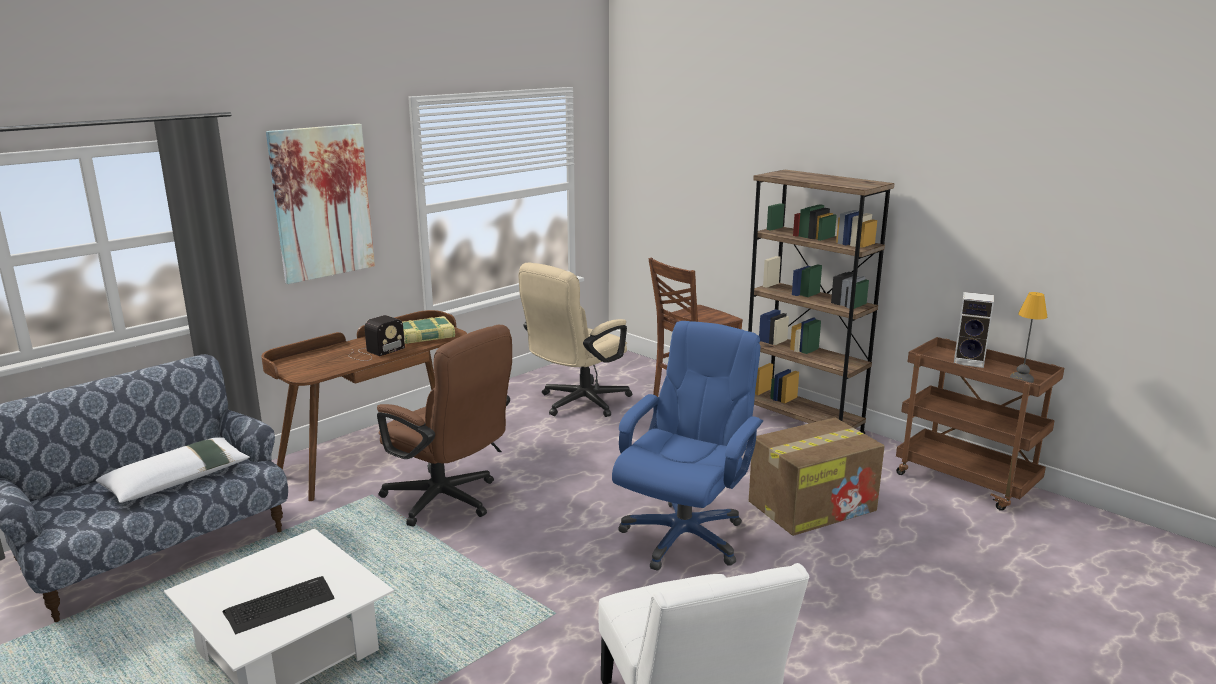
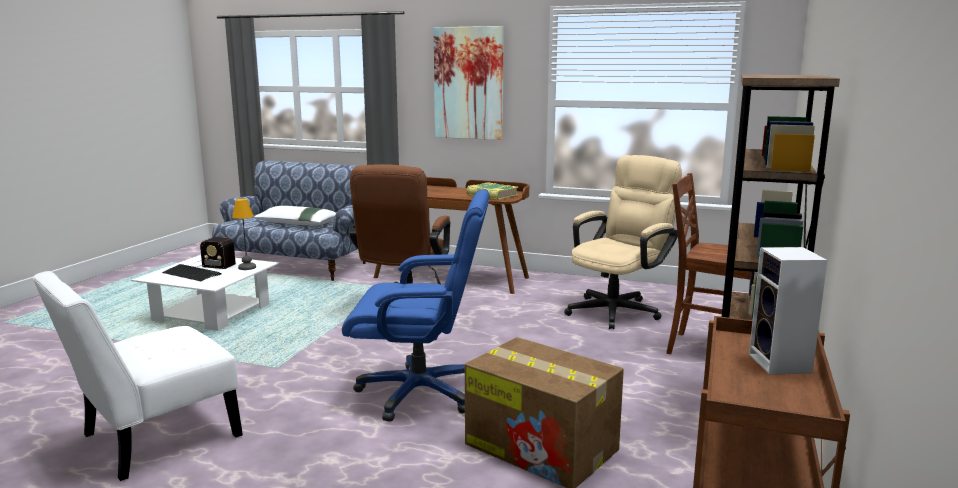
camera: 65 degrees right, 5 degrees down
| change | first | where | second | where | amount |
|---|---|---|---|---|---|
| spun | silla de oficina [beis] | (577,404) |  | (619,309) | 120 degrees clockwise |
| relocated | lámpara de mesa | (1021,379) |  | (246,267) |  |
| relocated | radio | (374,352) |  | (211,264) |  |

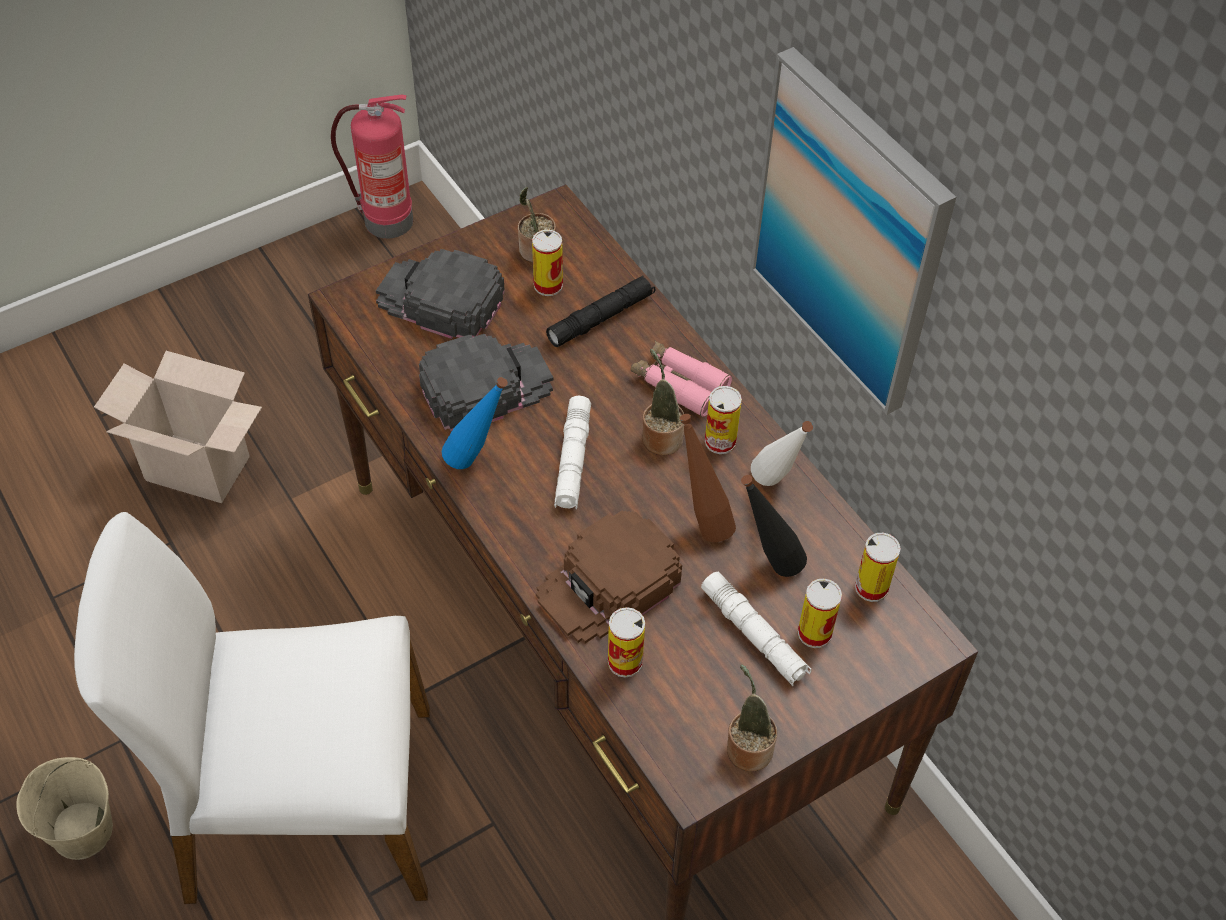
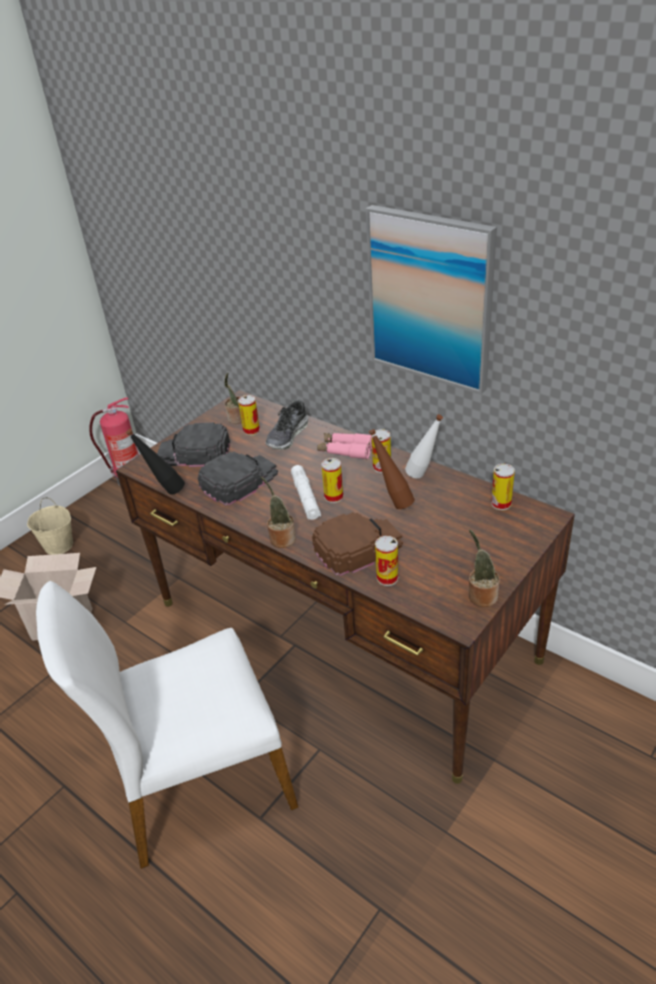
camera: 15 degrees left, 15 degrees down
| change | first | where | second | where | amount |
|---|---|---|---|---|---|
| exchanged | linterna [negro] | (601,318) | zapato | (288,436) |  |
| relocated | planta en maceta | (660,437) |  | (281,538) |  |
| missing | botella [azul] | (477,462) |  |  |  |
| relocated | botella [negro] | (767,564) |  | (165,492) |  |
| spun | gorra [marrón] | (608,585) |  | (357,546) | 150 degrees counterclockwise |
| missing | linterna [blanco] | (754,634) |  |  |  |
| relocated | lata | (814,633) |  | (333,497) |  |
| relocated | cubo [beis] | (83,831) |  | (59,545) |  |

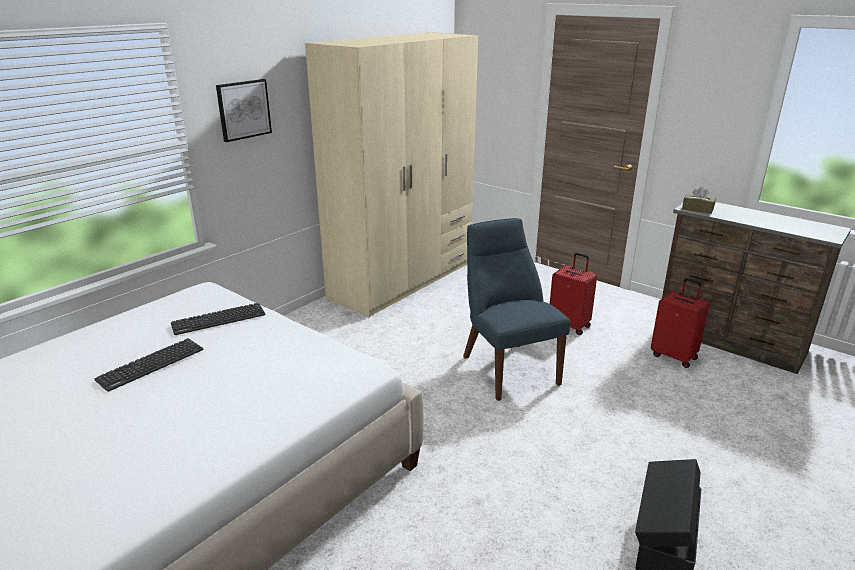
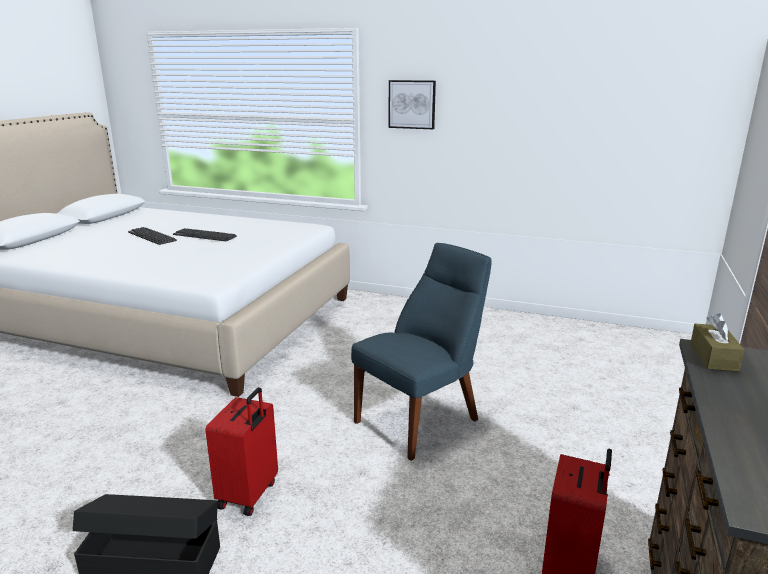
camera: 70 degrees right, 5 degrees down
| change | first | where | second | where | amount |
|---|---|---|---|---|---|
| missing | armario ropero [beis] | (403,280) |  |  |  |
| relocated | maleta [rojo] | (570,325) |  | (249,495) |  |
| relocated | teclado | (219,319) |  | (151,236) |  |

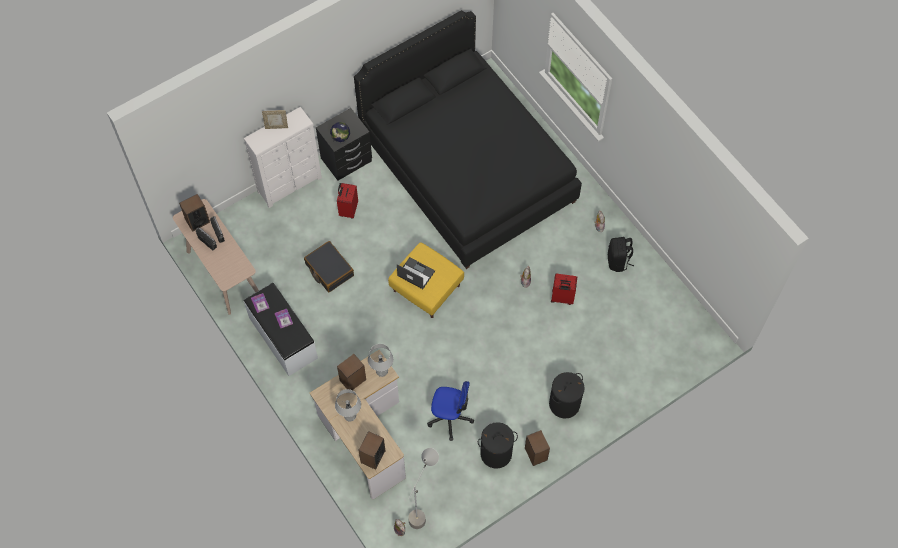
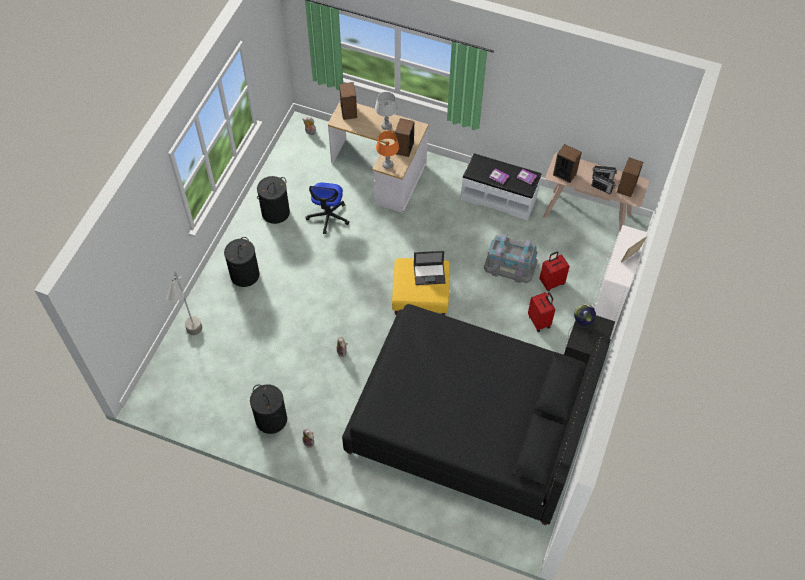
camera: 145 degrees right, 5 degrees down
| change | first | where | second | where | amount |
|---|---|---|---|---|---|
| exchanged | mochila [negro] | (618,261) | cesto de la ropa [negro] | (271,419) |  |
| exchanged | maleta [negro] | (329,270) | caja de almacenaje [gris] | (510,265) |  |
| relocated | maleta [rojo] | (562,298) |  | (551,282) |  |
| colour | lámpara de mesa [gris] | (382,371) | lámpara de mesa [naranja] | (387,165) |  |
| spun | silla de oficina | (450,417) |  | (328,217) | 60 degrees counterclockwise |
| relocated | altavoz | (535,454) |  | (564,174) |  |
| relocated | lámpara de pie [gris] | (423,508) |  | (194,339) |  |

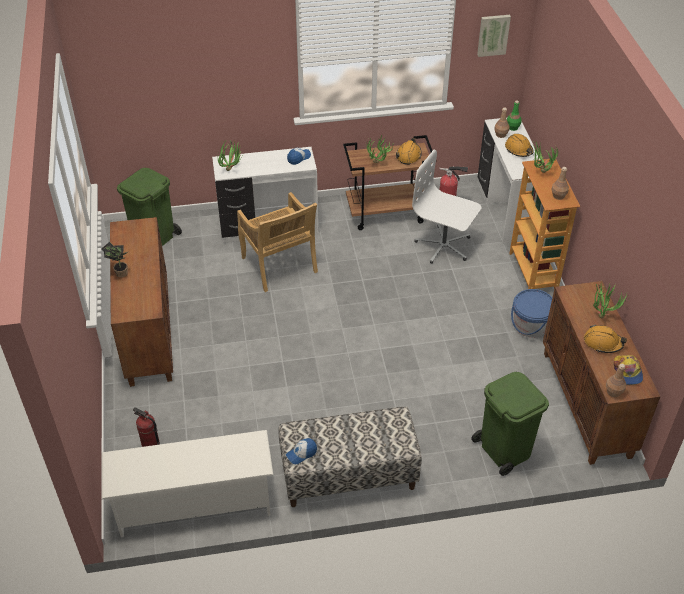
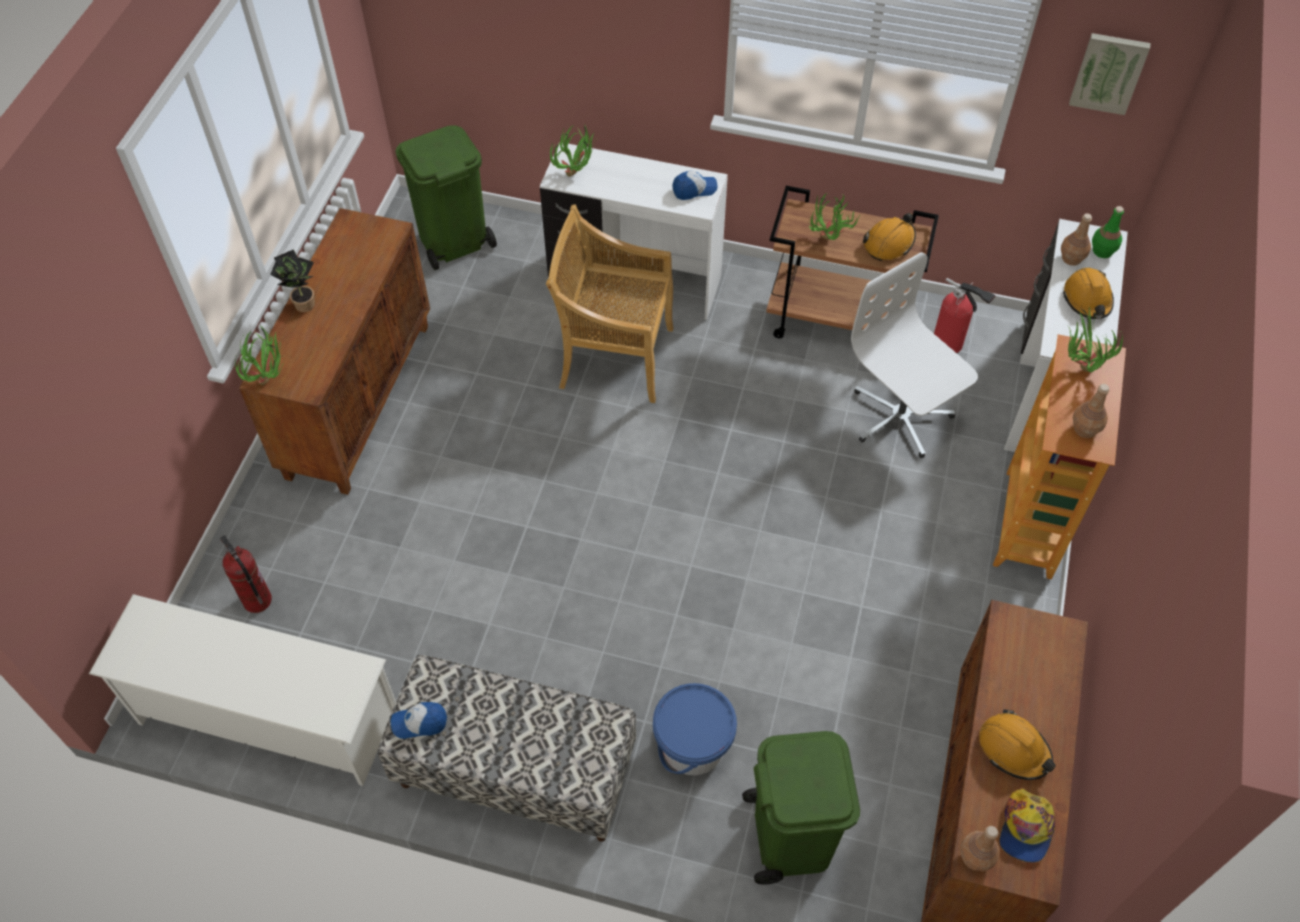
camera: 25 degrees right, 10 degrees up
| change | first | where | second | where | amount |
|---|---|---|---|---|---|
| spun | silla [beis] | (279,266) |  | (614,357) | 105 degrees clockwise |
| relocated | planta en maceta | (602,314) |  | (271,379) |  |
| relocated | cubo [azul] | (530,326) |  | (692,746) |  |

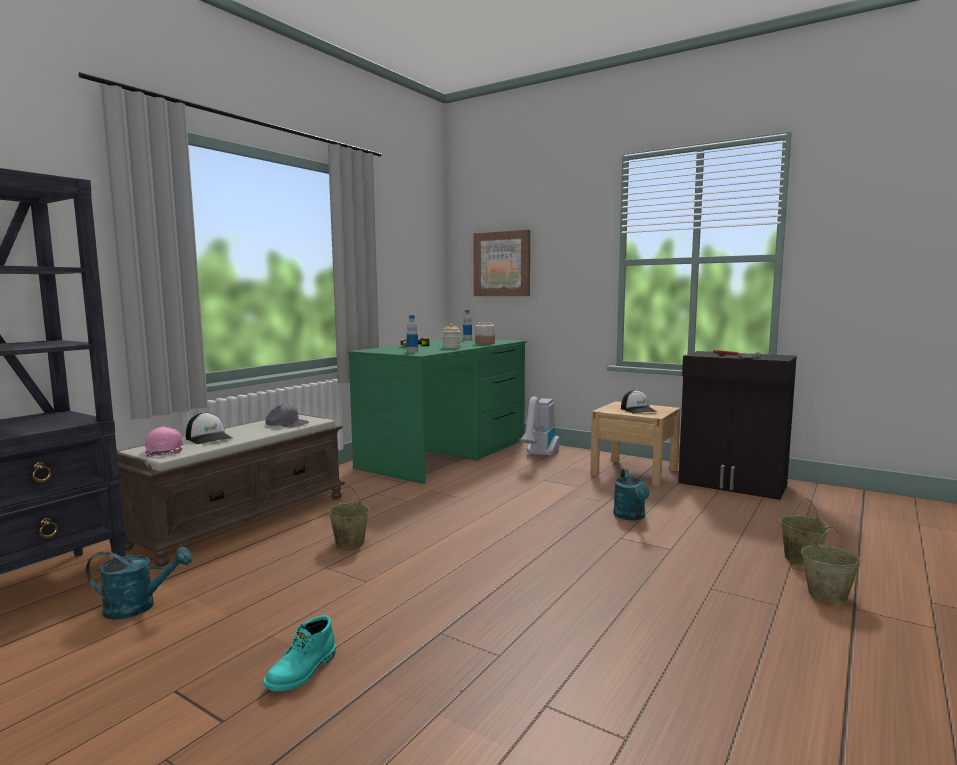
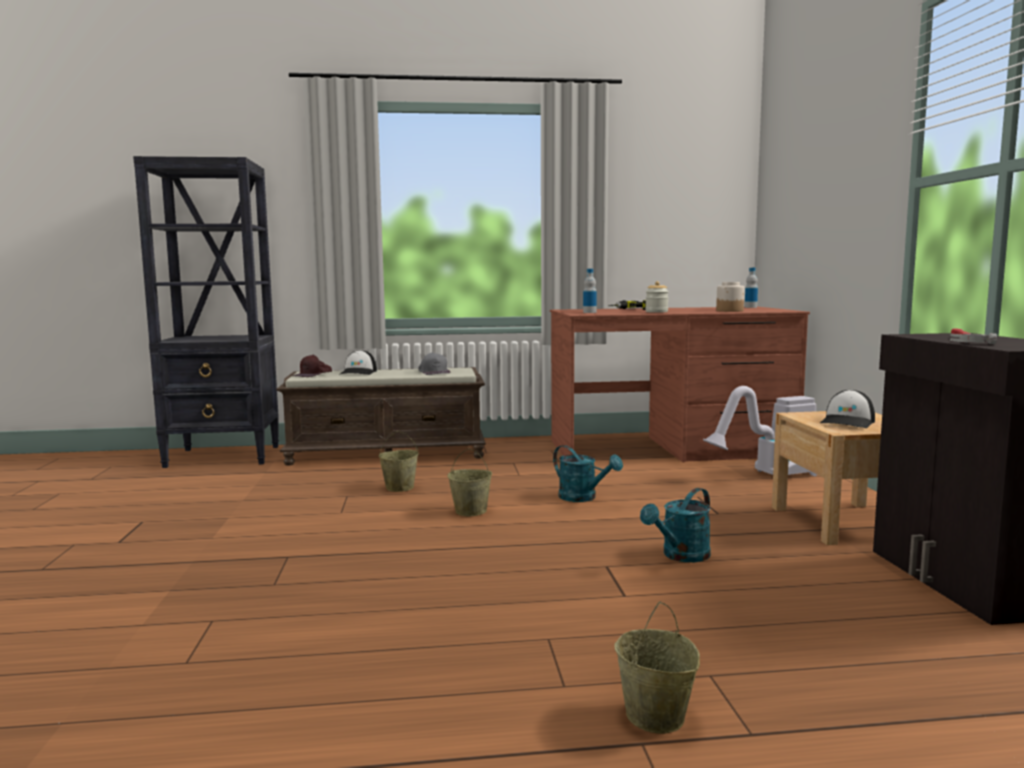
camera: 50 degrees right, 0 degrees up
| change | first | where | second | where | amount |
|---|---|---|---|---|---|
| missing | cuadro | (502,264) |  |  |  |
| colour | escritorio [verde] | (446,453) | escritorio [marrón] | (670,449) |  |
| colour | gorra [rosa] | (165,450) | gorra [marrón] | (313,375) |  |
| relocated | cubo [beis] | (800,558) |  | (471,511) |  |
| relocated | regadera [turquesa] | (139,607) |  | (583,498) |  |
| missing | bota [turquesa] | (302,672) |  |  |  |

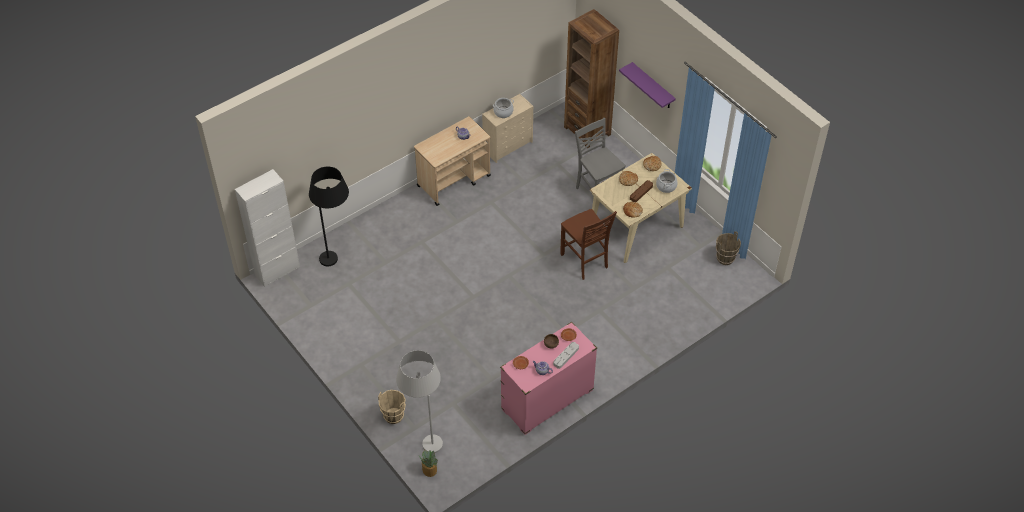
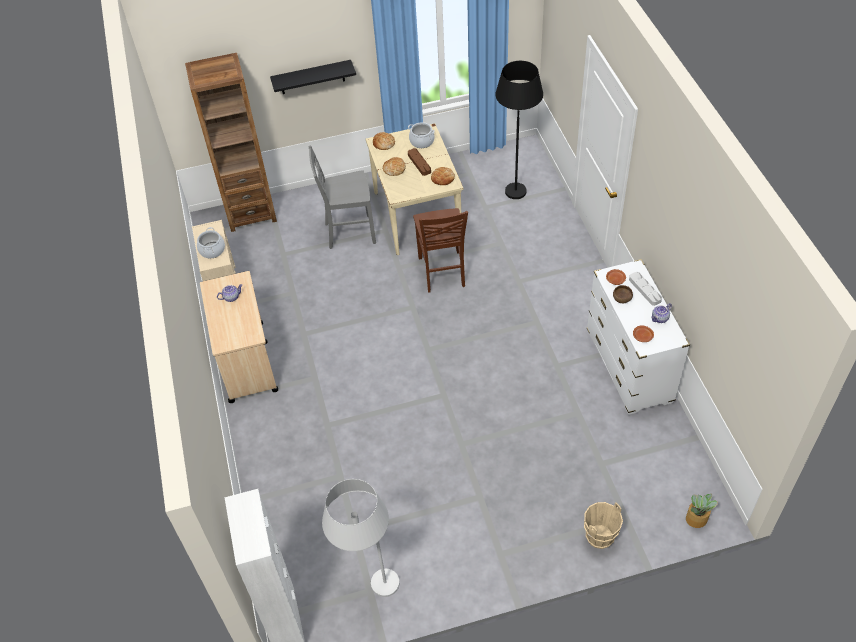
camera: 65 degrees left, 0 degrees up
| change | first | where | second | where | amount |
|---|---|---|---|---|---|
| colour | estante [morado] | (653,86) | estante [negro] | (312,77) |  |
| relocated | lámpara de pie [negro] | (338,257) |  | (516,183) |  |
| spun | silla [marrón] | (585,261) |  | (442,272) | 90 degrees clockwise |
| missing | cubo [marrón] | (725,258) |  |  |  |
| colour | cómoda [rosa] | (547,400) | cómoda [blanco] | (629,367) |  |
| relocated | lámpara de pie [blanco] | (424,438) |  | (371,591) |  |

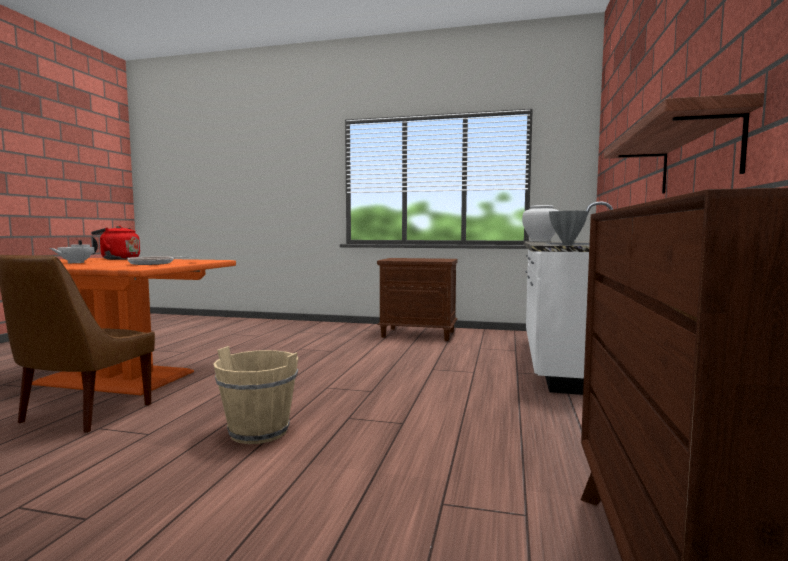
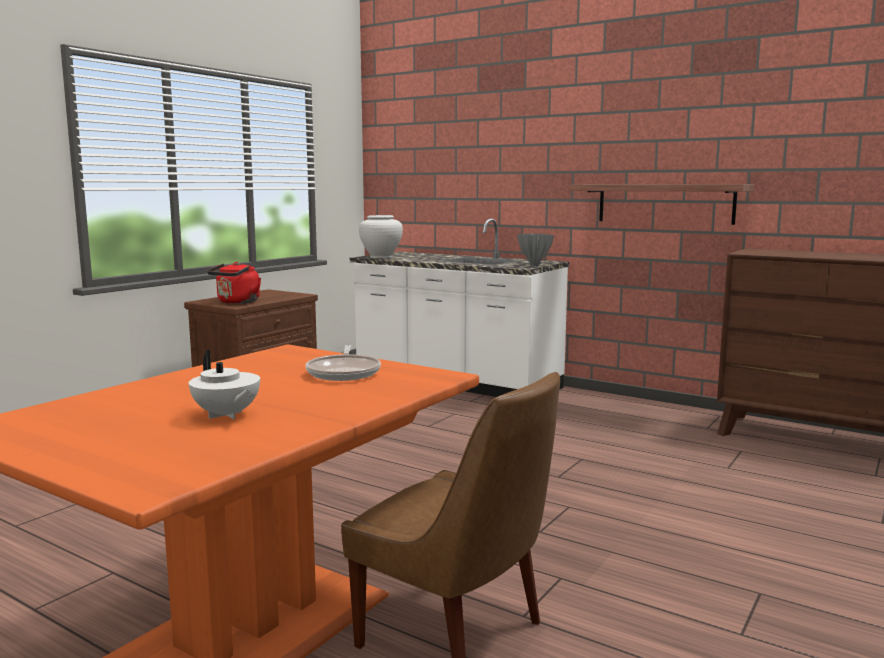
camera: 70 degrees left, 5 degrees up
| change | first | where | second | where | amount |
|---|---|---|---|---|---|
| relocated | hervidor [rojo] | (118,259) |  | (237,302) |  |
| missing | cubo [beis] | (258,432) |  |  |  |

